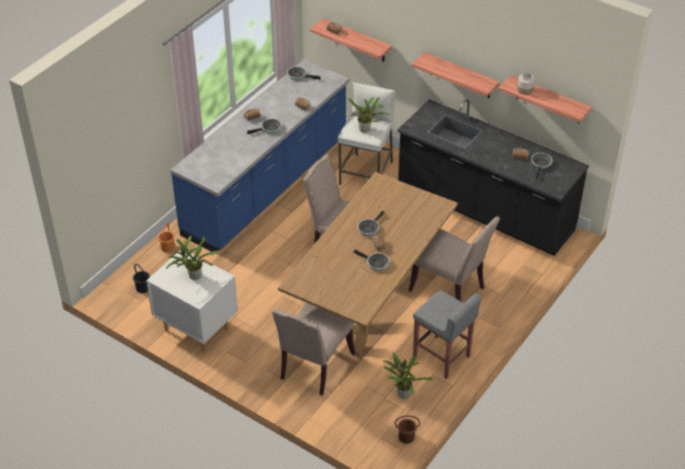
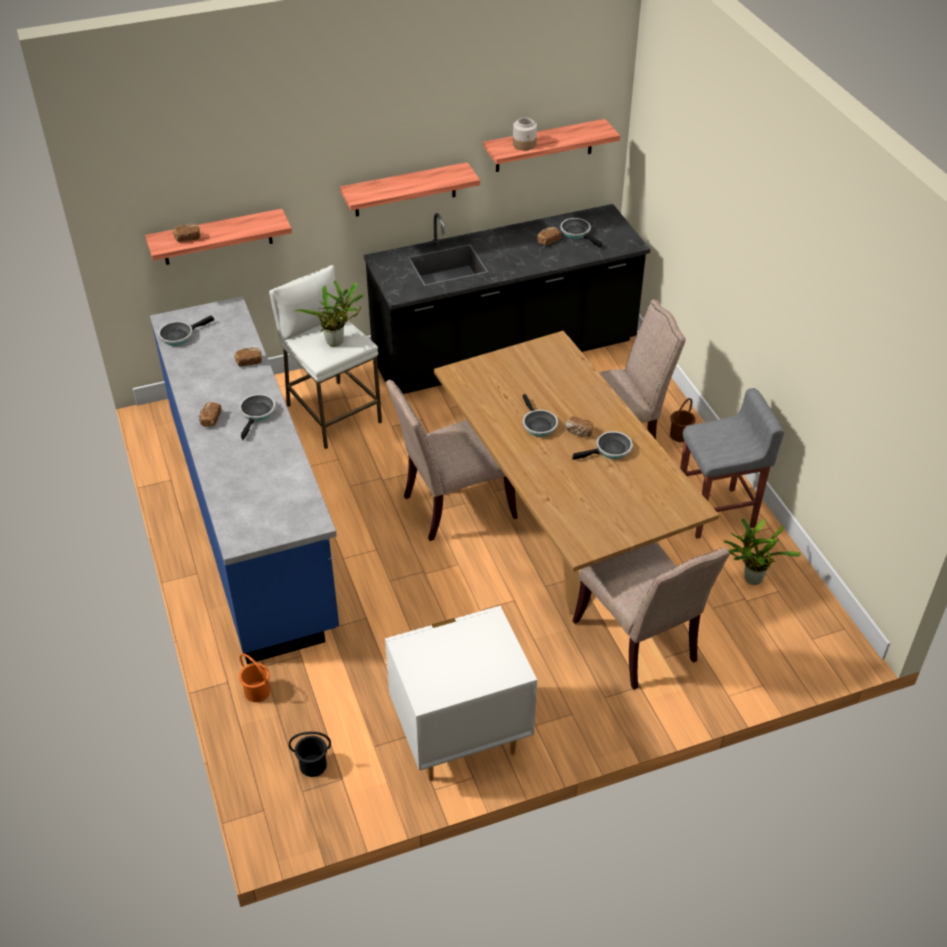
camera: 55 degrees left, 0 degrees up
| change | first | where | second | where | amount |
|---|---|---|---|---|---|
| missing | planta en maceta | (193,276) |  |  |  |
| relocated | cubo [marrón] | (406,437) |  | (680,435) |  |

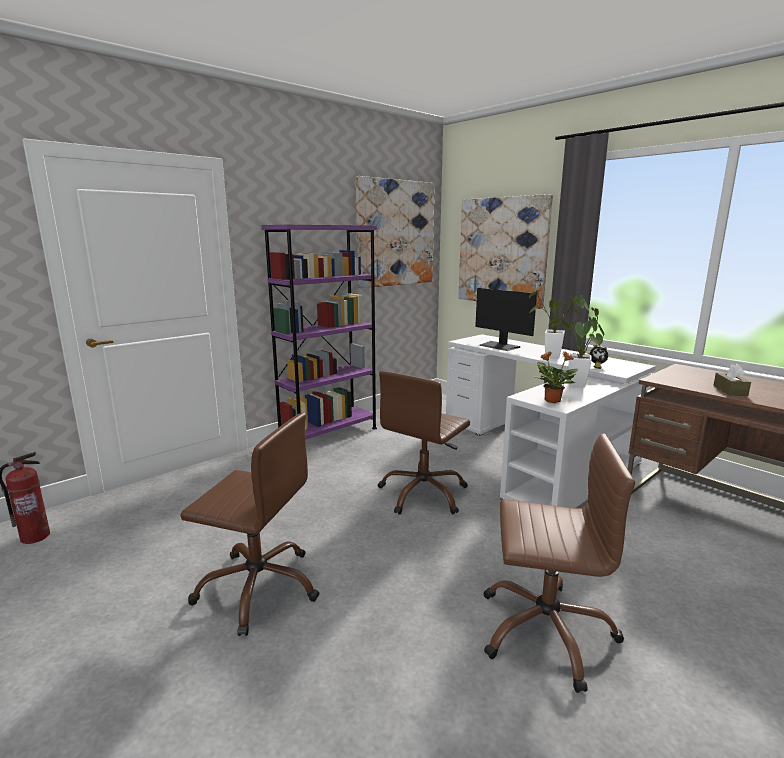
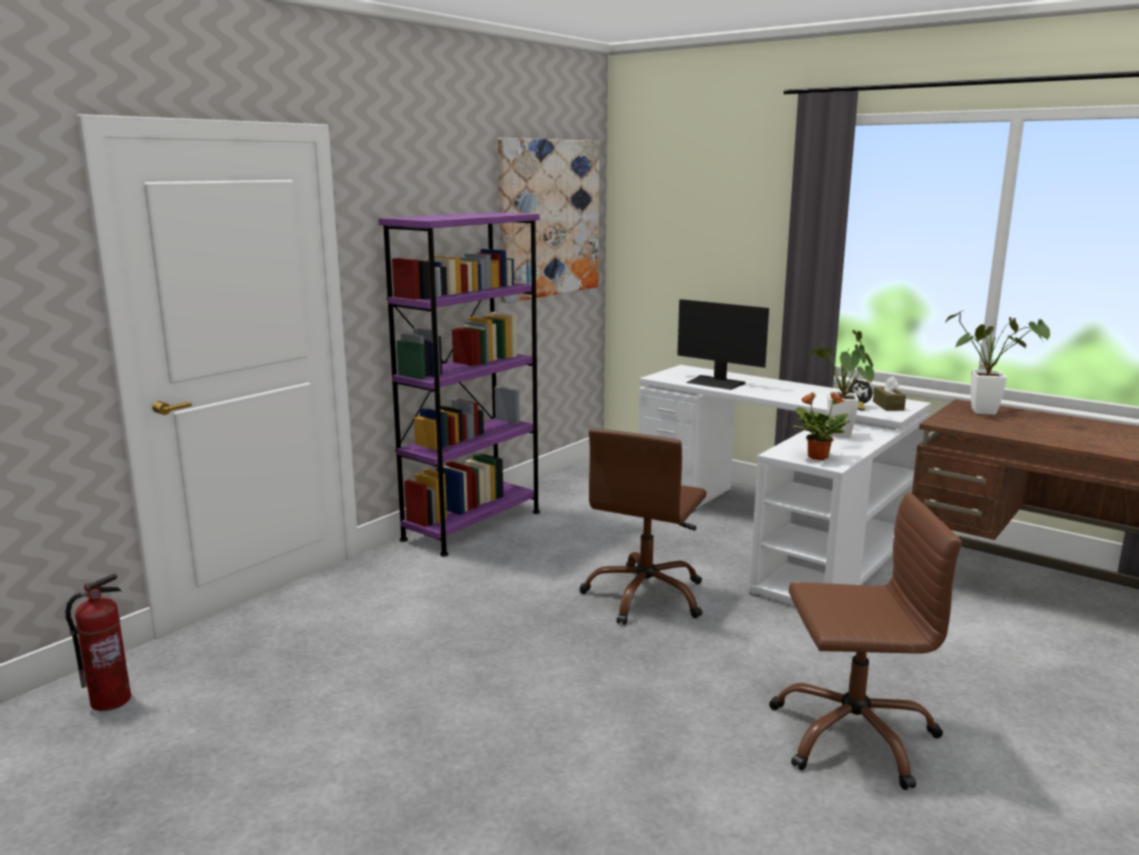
camera: 10 degrees left, 0 degrees up
| change | first | where | second | where | amount |
|---|---|---|---|---|---|
| missing | cuadro | (502,251) |  |  |  |
| relocated | planta en maceta | (556,357) |  | (990,412) |  |
| relocated | caja de pañuelos [marrón] | (730,390) |  | (888,406) |  |
| missing | silla de oficina [marrón] | (259,587) |  |  |  |

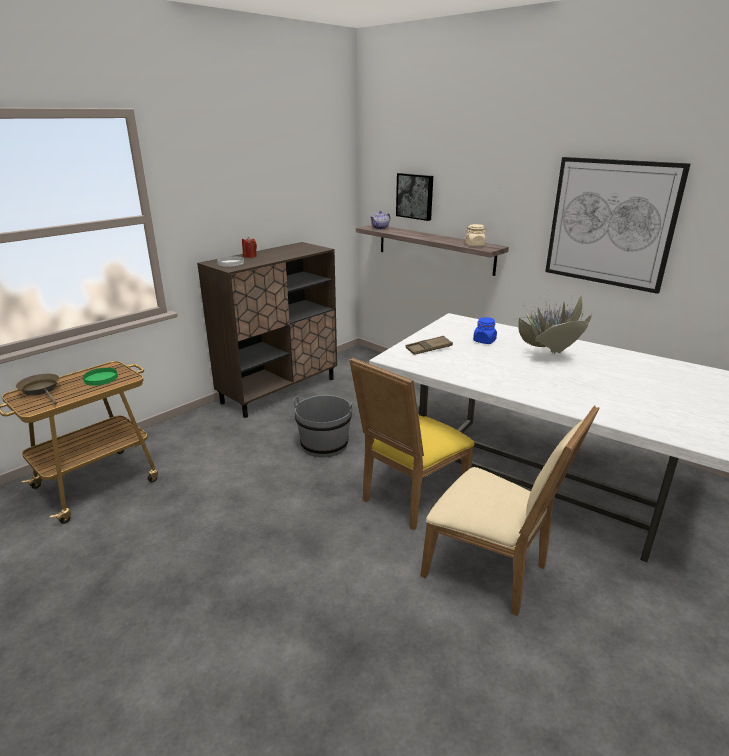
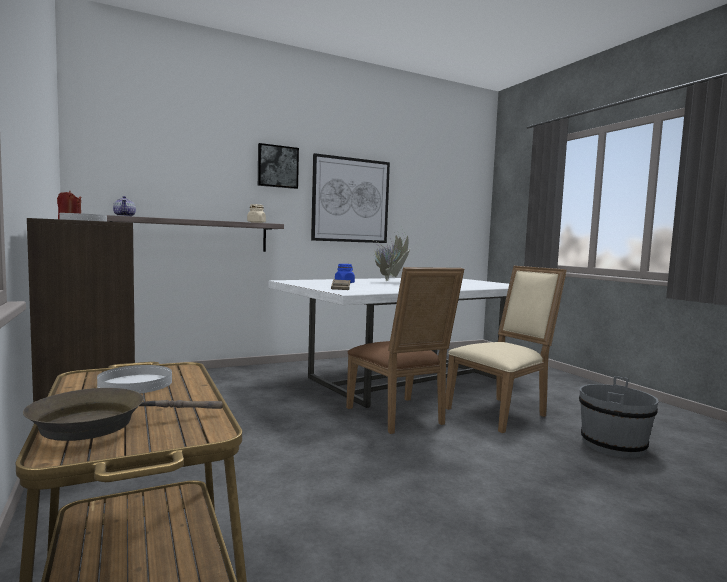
camera: 70 degrees left, 20 degrees down
| change | first | where | second | where | amount |
|---|---|---|---|---|---|
| relocated | cuadro | (415,196) |  | (277,166) |  |
| colour | silla [amarillo] | (409,498) | silla [marrón] | (400,417) |  |
| colour | plato [verde] | (100,378) | plato [blanco] | (135,384) |  |
| relocated | cubo [gris] | (324,444) |  | (613,445) |  |

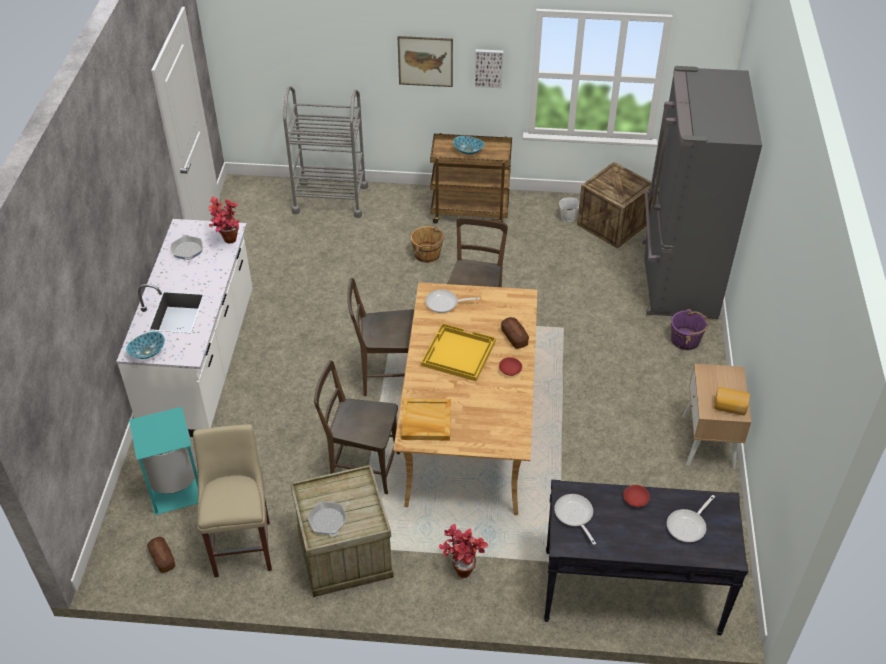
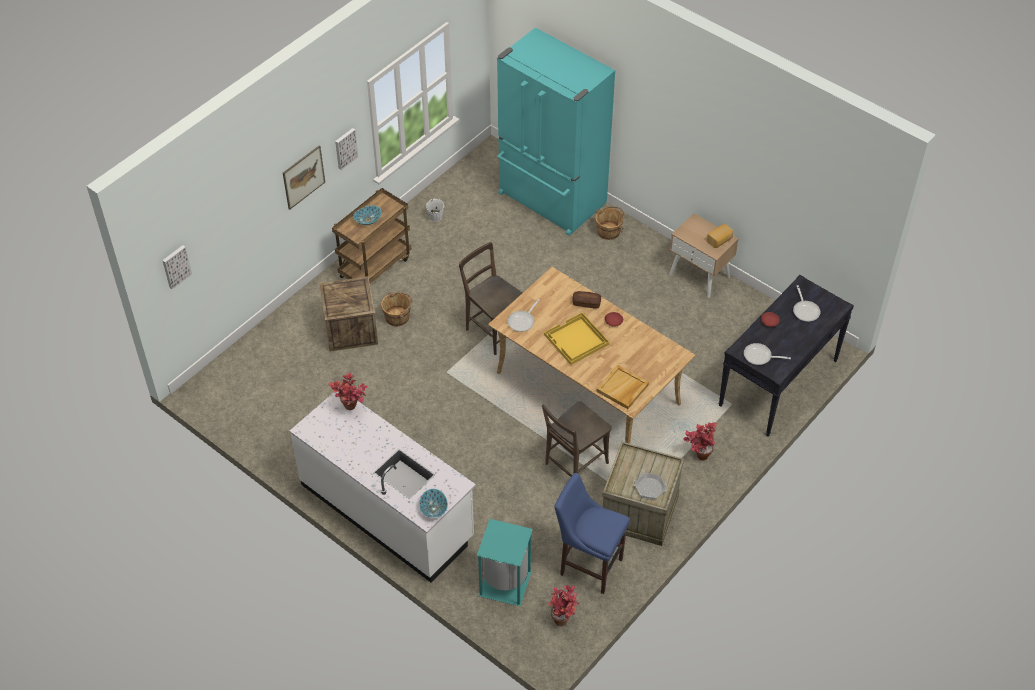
camera: 55 degrees left, 5 degrees up
| change | first | where | second | where | amount |
|---|---|---|---|---|---|
| colour | nevera [gris] | (676,279) | nevera [turquesa] | (550,200) |  |
| missing | carrito [gris] | (330,199) |  |  |  |
| relocated | caja de embalaje | (612,224) |  | (350,329) |  |
| missing | sartén | (187,250) |  |  |  |
| missing | silla [marrón] | (386,377) |  |  |  |
| colour | cubo [morado] | (686,340) | cubo [marrón] | (609,231) |  |
| colour | taburete [beis] | (243,545) | taburete [azul] | (588,565) |  |
| exchanged | pan | (162,558) | planta en maceta | (563,618) |  |
| appeared |  |  | cuadro | (176,266) |  |

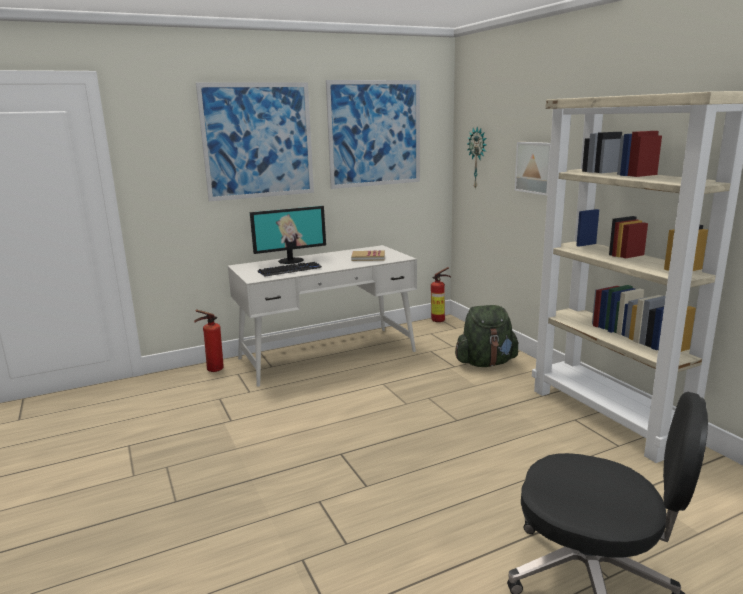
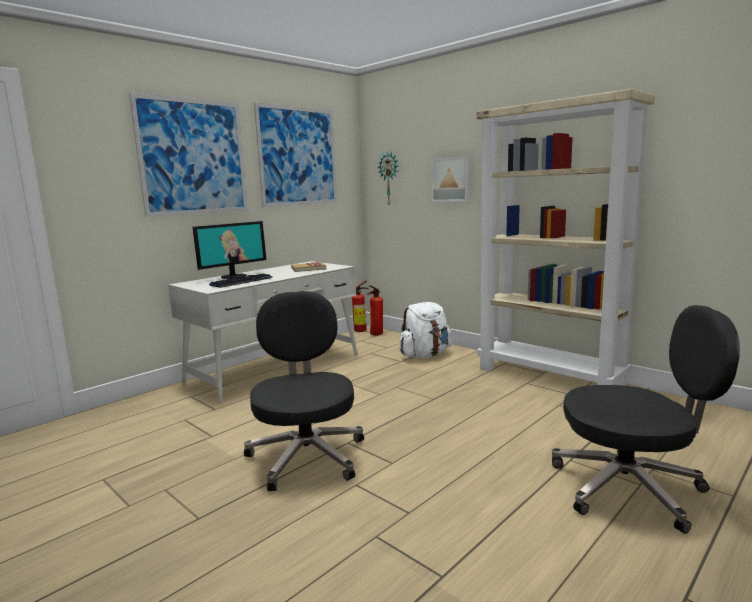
camera: 20 degrees left, 5 degrees down
| change | first | where | second | where | amount |
|---|---|---|---|---|---|
| colour | mochila [verde] | (485,363) | mochila [blanco] | (425,355) |  |
| relocated | extintor | (212,370) |  | (375,334) |  |
| appeared |  |  | silla de oficina [negro] | (306,455) |  |

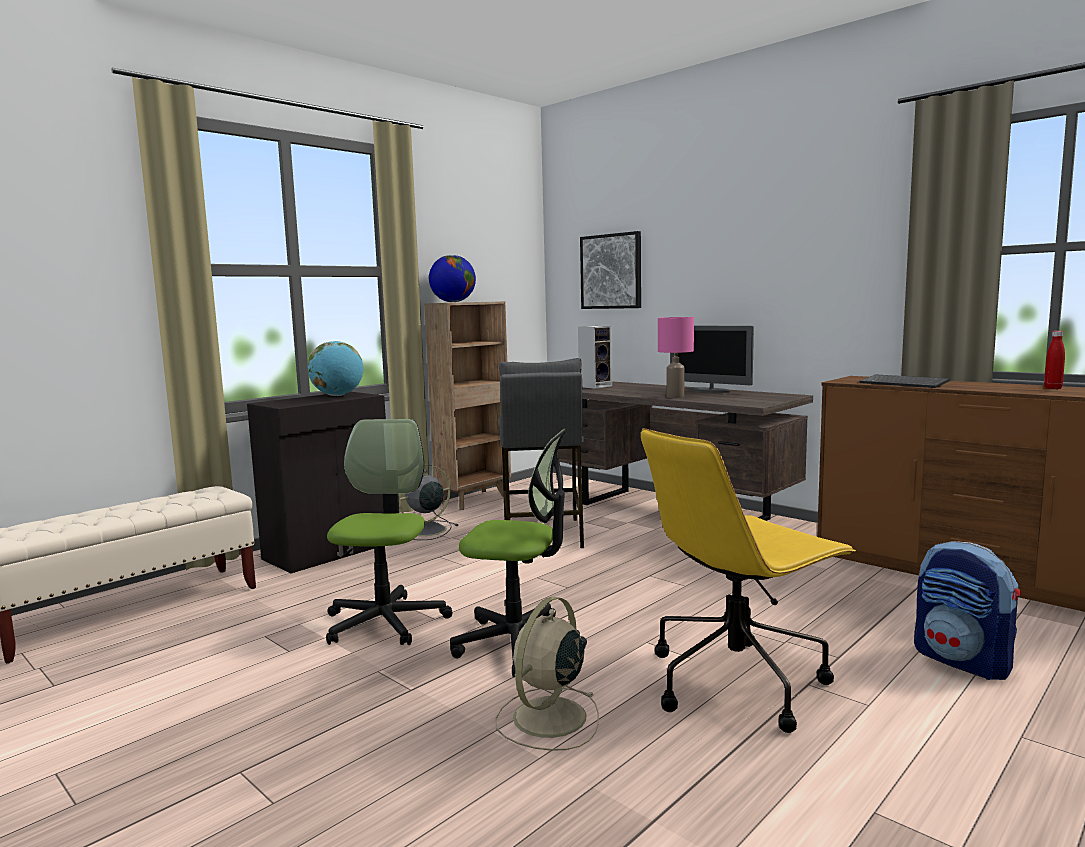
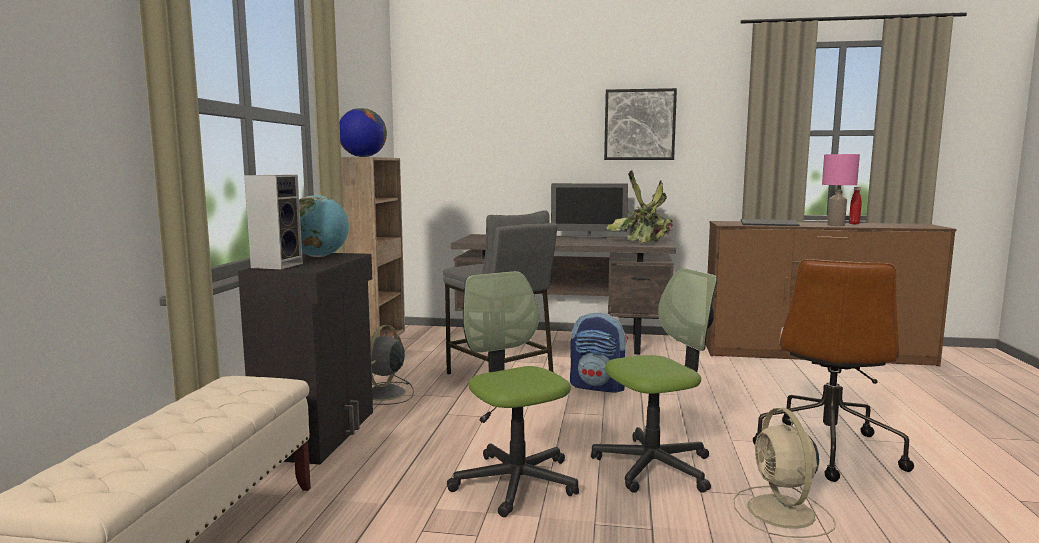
camera: 35 degrees left, 0 degrees up
| change | first | where | second | where | amount |
|---|---|---|---|---|---|
| relocated | cuadro | (611,271) |  | (639,125) |  |
| relocated | lámpara de mesa [rosa] | (675,396) |  | (836,225) |  |
| relocated | altavoz | (596,386) |  | (277,265) |  |
| colour | silla de oficina [amarillo] | (737,681) | silla de oficina [marrón] | (827,449) |  |
| relocated | mochila | (963,661) |  | (598,386) |  |
| appeared |  |  | planta en maceta | (643,241) |  |

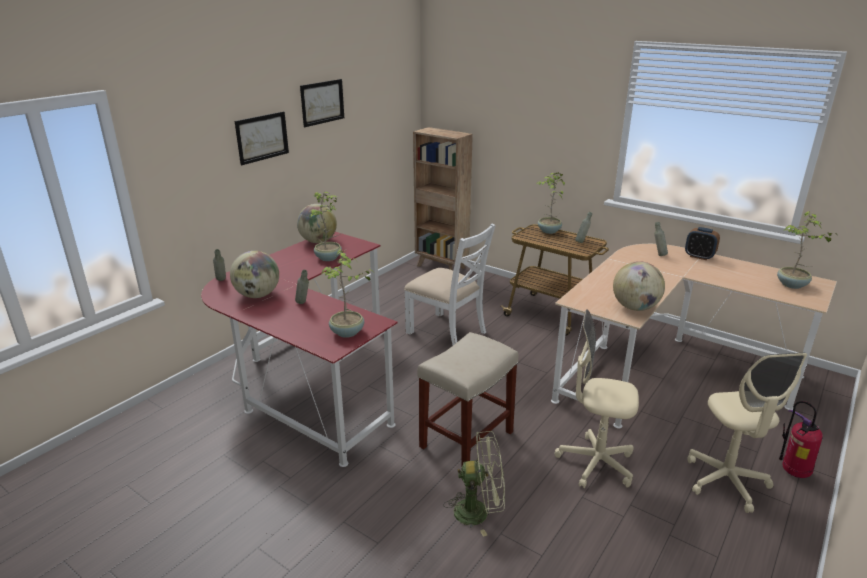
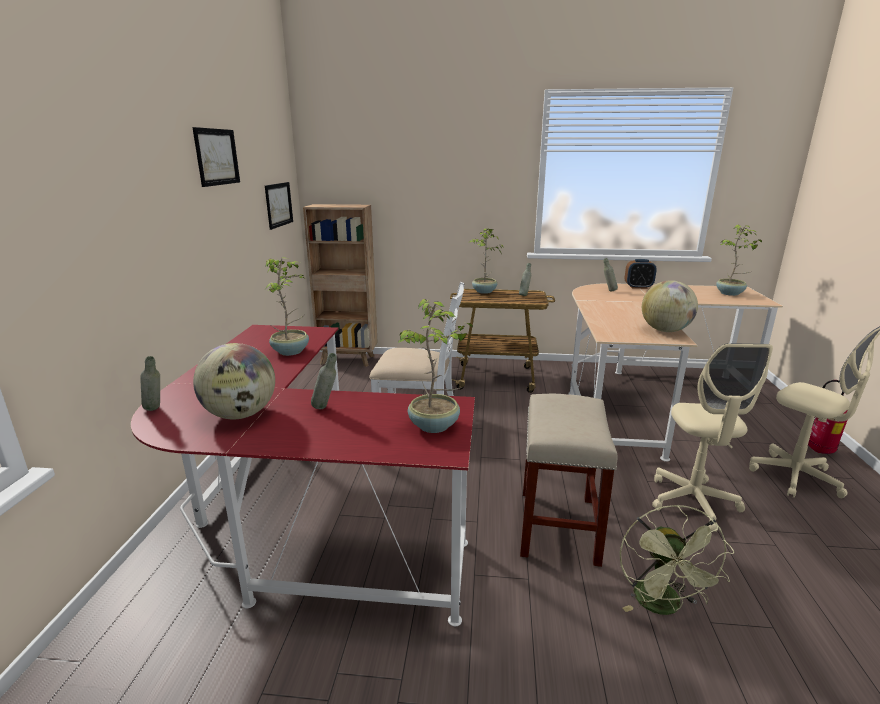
camera: 30 degrees left, 5 degrees down
| change | first | where | second | where | amount |
|---|---|---|---|---|---|
| relocated | cuadro | (262,137) |  | (279,204) |  |
| missing | globo terráqueo | (318,241) |  |  |  |
| spun | silla de oficina [beis] | (595,463) |  | (693,502) | 75 degrees counterclockwise |
| spun | ventilador [verde] | (479,511) |  | (662,606) | 120 degrees clockwise |

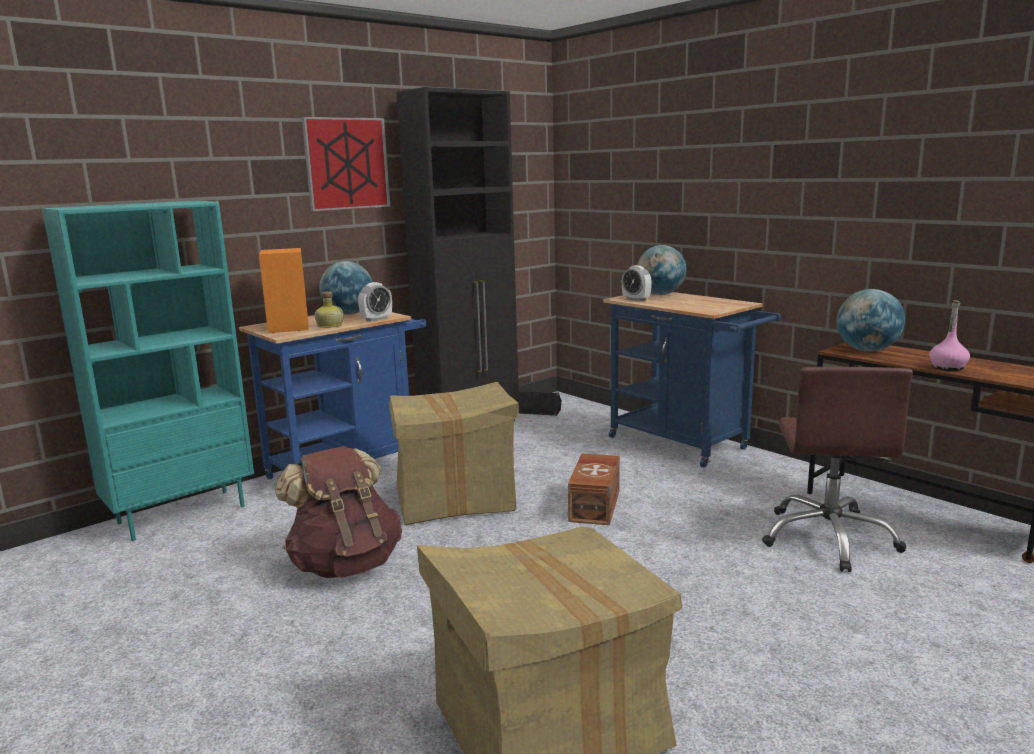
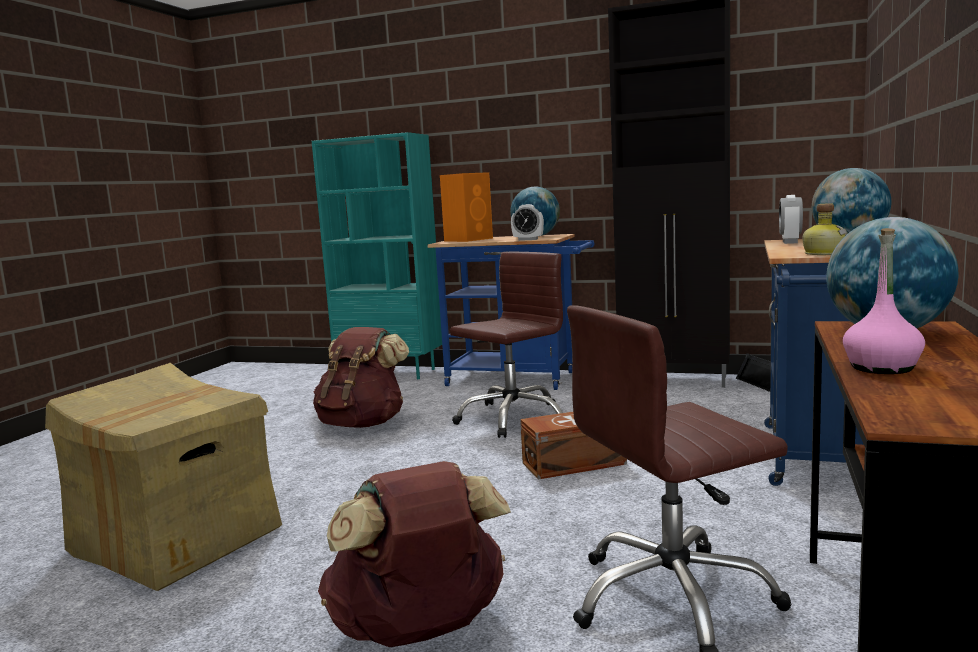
camera: 60 degrees right, 5 degrees down
| change | first | where | second | where | amount |
|---|---|---|---|---|---|
| missing | cuadro | (347,163) |  |  |  |
| relocated | botella | (329,325) |  | (823,254) |  |
| exchanged | caja de cartón | (455,498) | silla de oficina [marrón] | (512,418) |  |
| appeared |  |  | mochila [marrón] | (420,631) |  |

